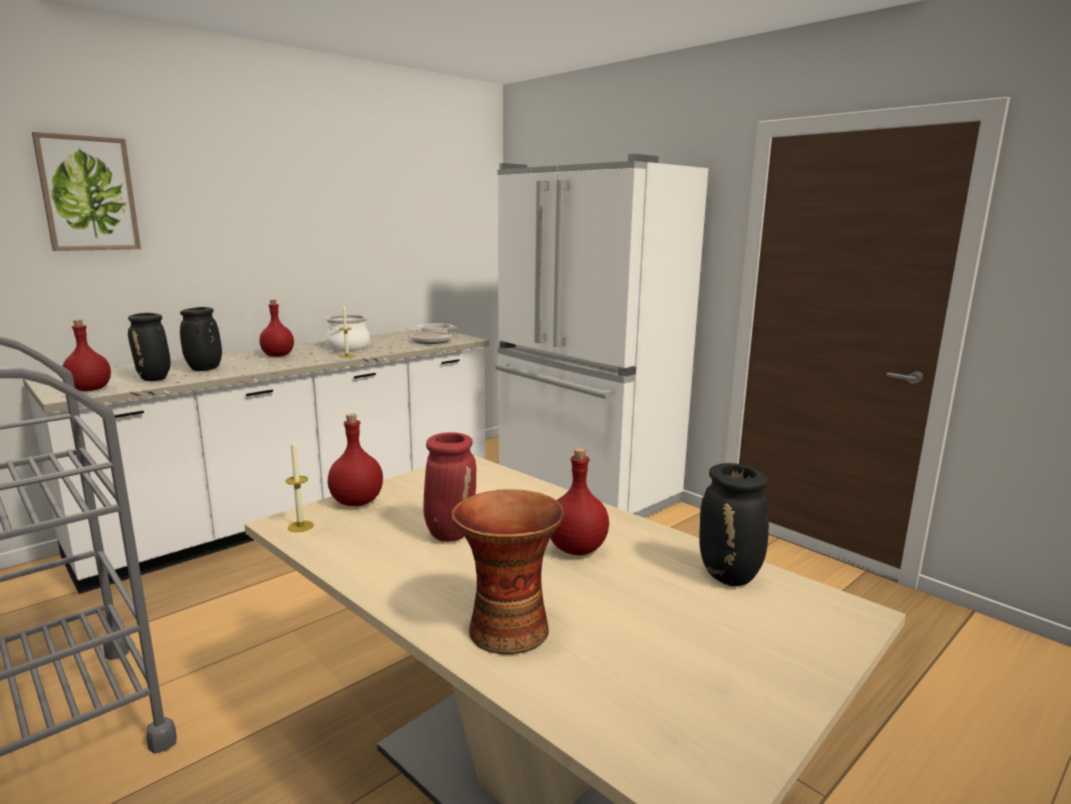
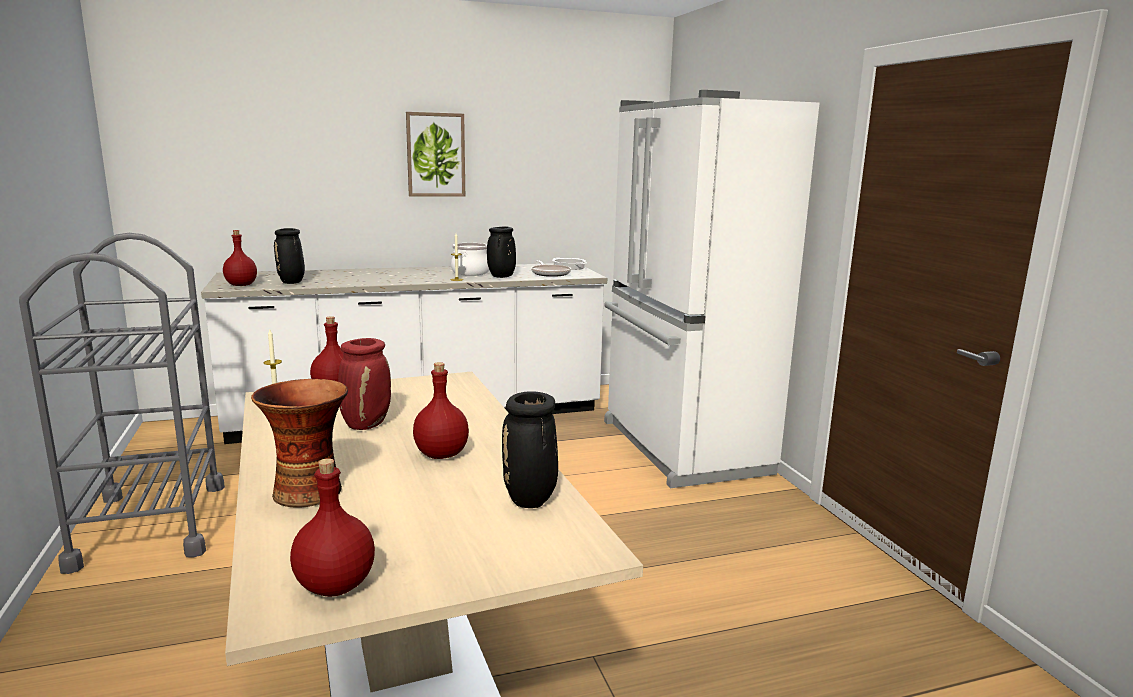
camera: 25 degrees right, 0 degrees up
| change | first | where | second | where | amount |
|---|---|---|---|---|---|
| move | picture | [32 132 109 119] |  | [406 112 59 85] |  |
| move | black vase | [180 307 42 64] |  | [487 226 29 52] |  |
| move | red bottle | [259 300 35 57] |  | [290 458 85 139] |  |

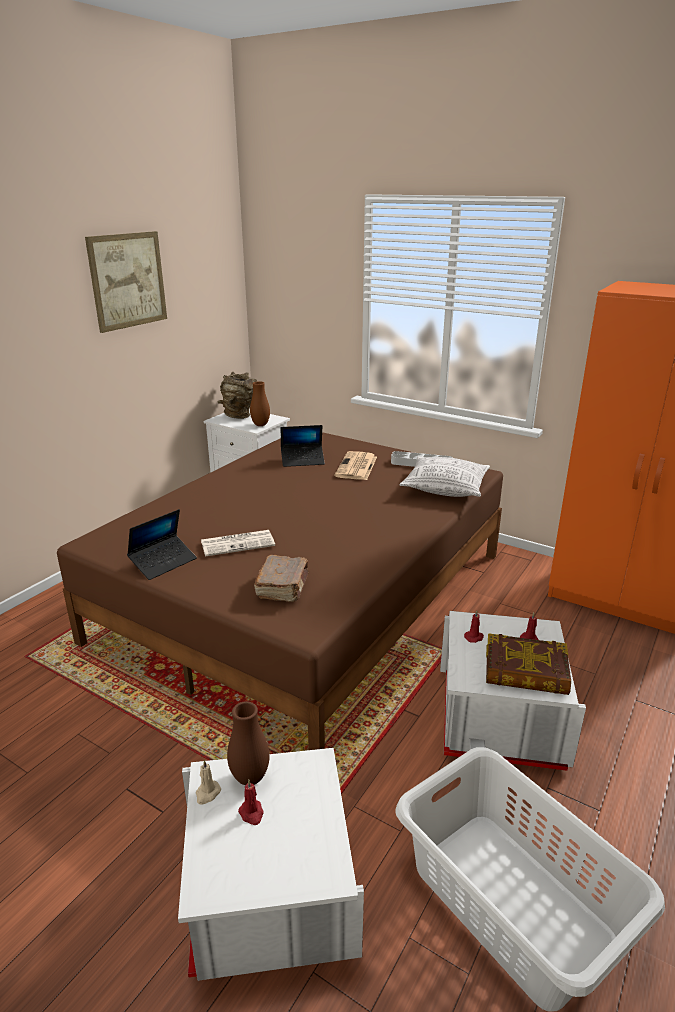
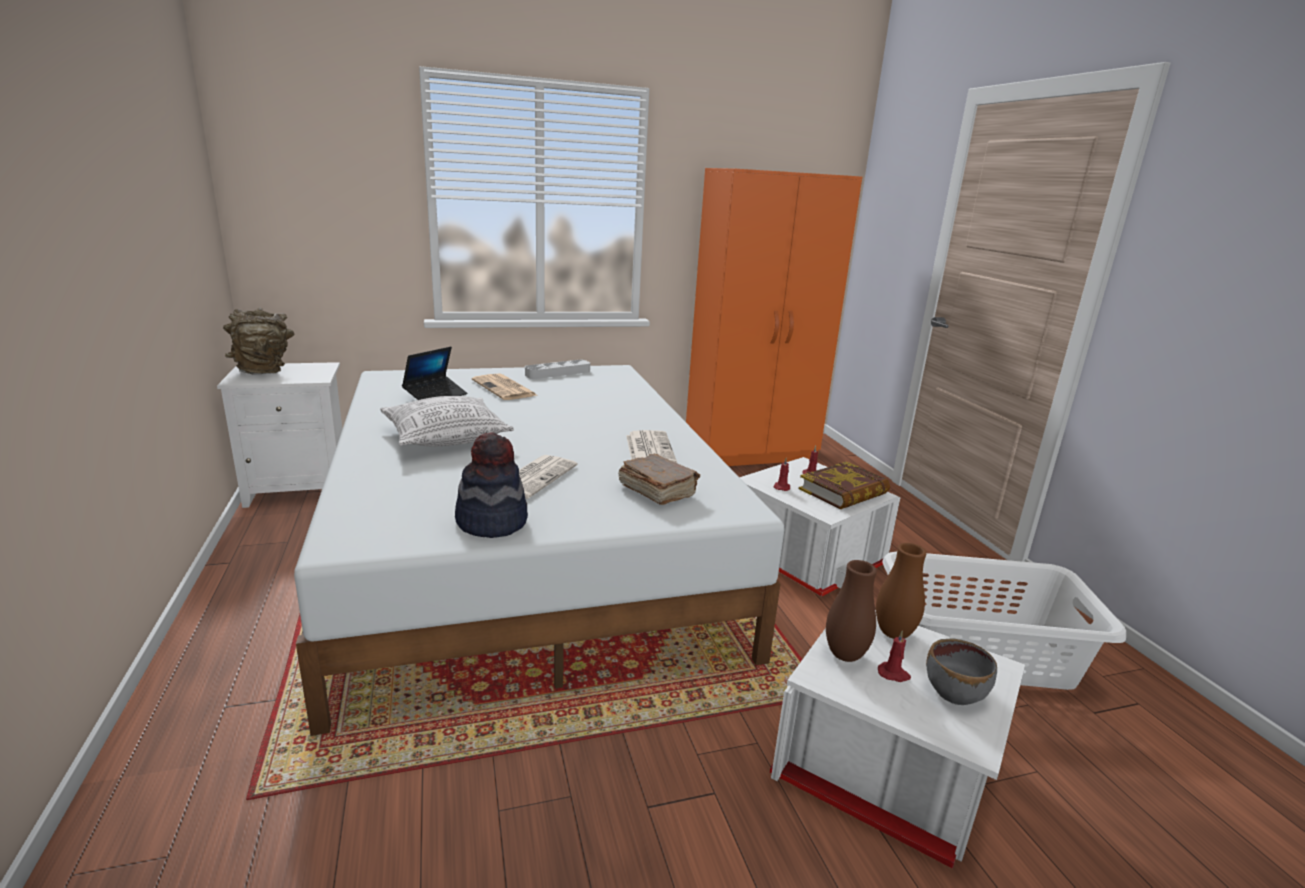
camera: 50 degrees left, 5 degrees down
| change | first | where | second | where | amount |
|---|---|---|---|---|---|
| recolor | brown bed | [57 432 446 318] | white bed | [294 365 491 371] |  |
| delete | picture | [85 231 82 102] |  |  |  |
| replace | laptop | [127 509 70 71] | hat | [455 432 73 106] |  |
| delete | beige candle | [196 760 25 45] |  |  |  |
| move | brown vase | [250 381 20 45] |  | [876 543 51 96] |  |
| move | pillow | [400 456 90 41] |  | [380 396 134 50] |  |
| insert |  |  | newspaper | [626 430 51 33] |  |
| insert |  |  | grey bowl | [926 638 71 67] |  |

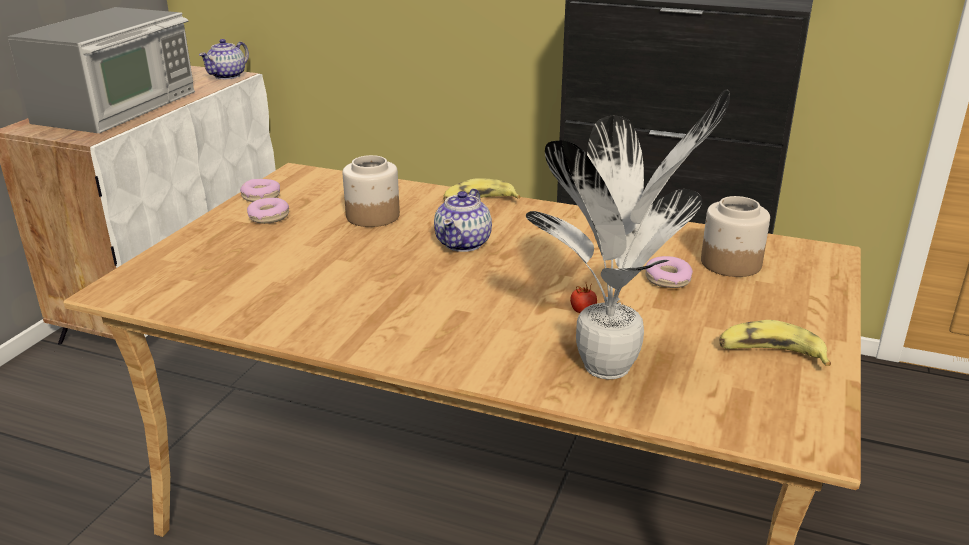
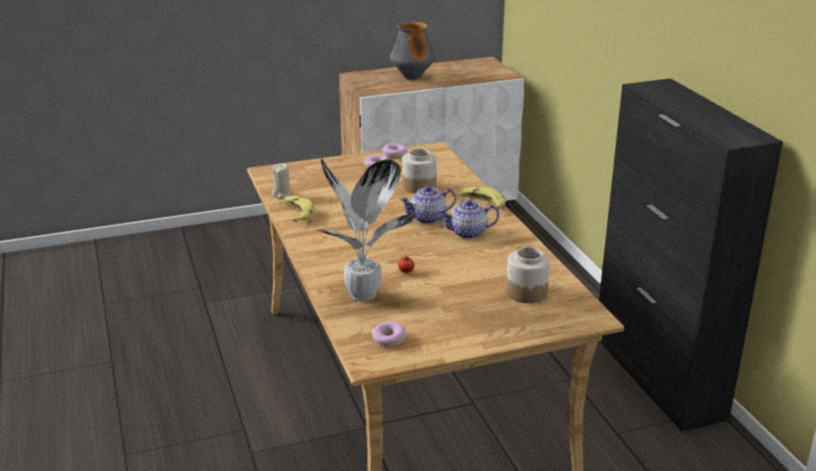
camera: 50 degrees right, 0 degrees up
| change | first | where | second | where | amount |
|---|---|---|---|---|---|
| replace | microwave | [8 7 187 126] | vase | [390 21 45 59] |  |
| move | teapot | [199 39 50 40] |  | [438 200 61 39] |  |
| move | donut | [645 256 48 32] |  | [372 322 34 25] |  |
| move | banana | [719 320 112 46] |  | [283 196 31 26] |  |
| insert |  |  | beige candle | [272 163 20 35] |  |

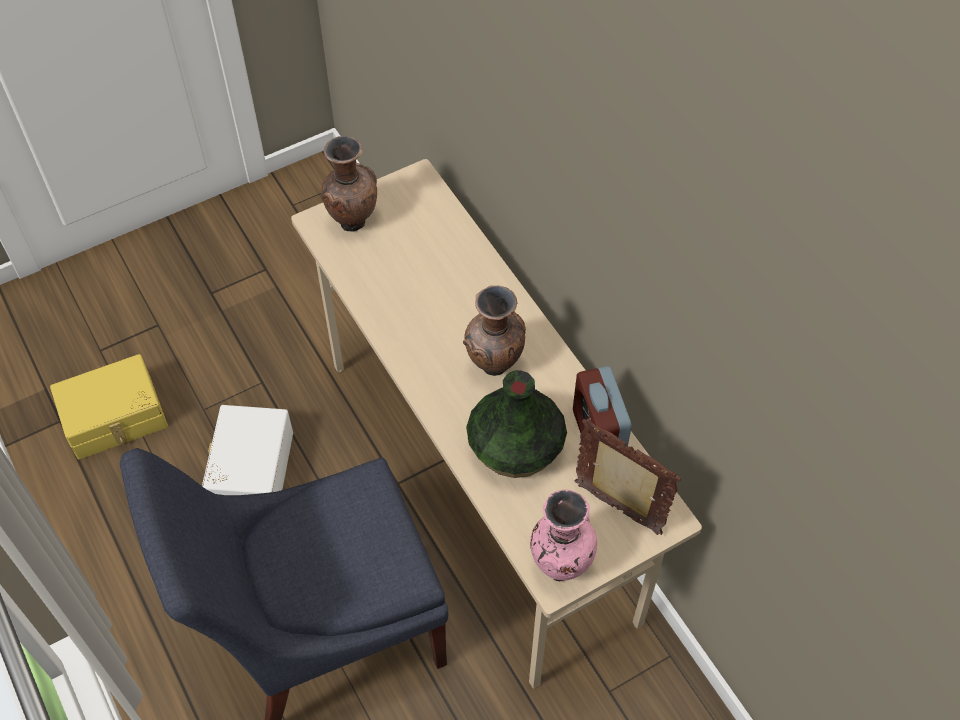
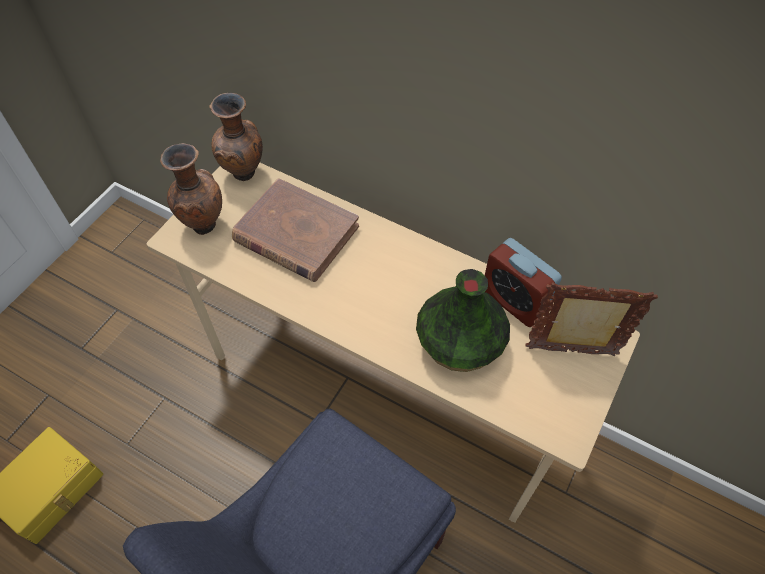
camera: 30 degrees left, 0 degrees up
| change | first | where | second | where | amount |
|---|---|---|---|---|---|
| delete | white storage box | [202 405 91 90] |  |  |  |
| move | brown vase | [463 285 63 91] |  | [209 93 54 88] |  |
| delete | pink vase | [530 490 67 91] |  |  |  |
| insert |  |  | brown book | [232 178 127 104] |  |

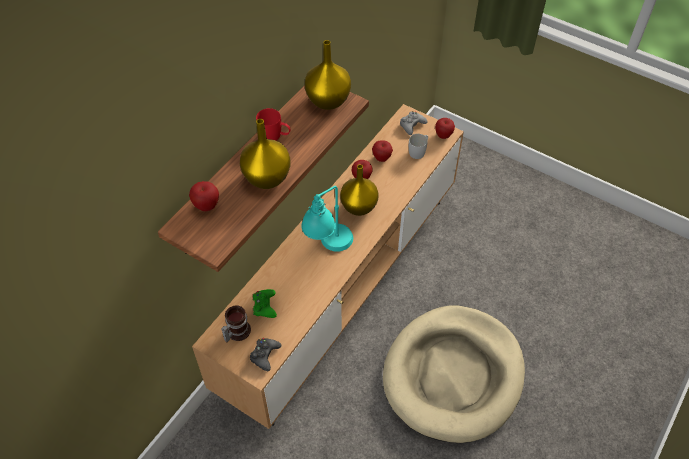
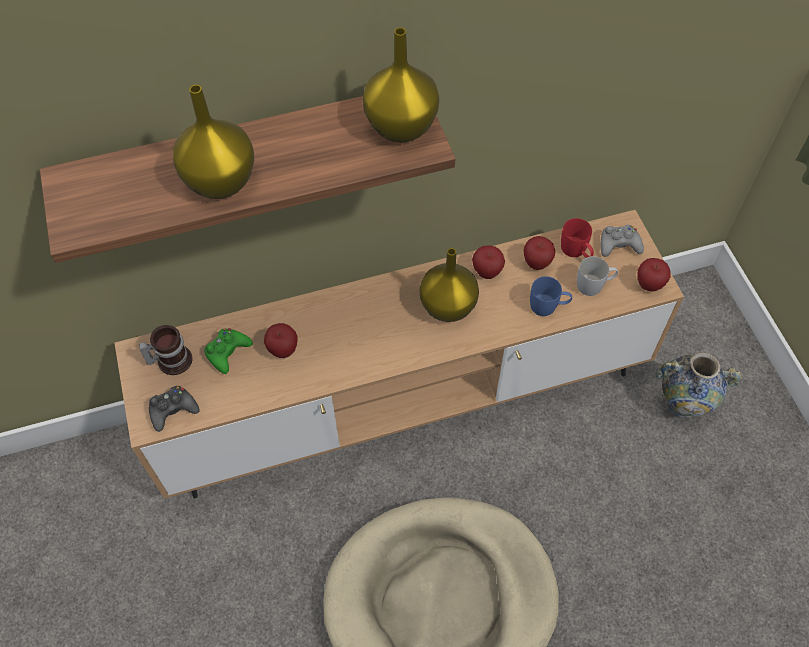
camera: 40 degrees right, 5 degrees up
| change | first | where | second | where | amount |
|---|---|---|---|---|---|
| move | apple | [189 181 30 30] |  | [264 323 34 35] |  |
| move | red mug | [256 108 35 33] |  | [561 218 33 40] |  |
| delete | turquoise table lamp | [302 186 51 66] |  |  |  |
| insert |  |  | blue mug | [530 276 42 40] |  |
| insert |  |  | vase | [656 352 86 66] |  |

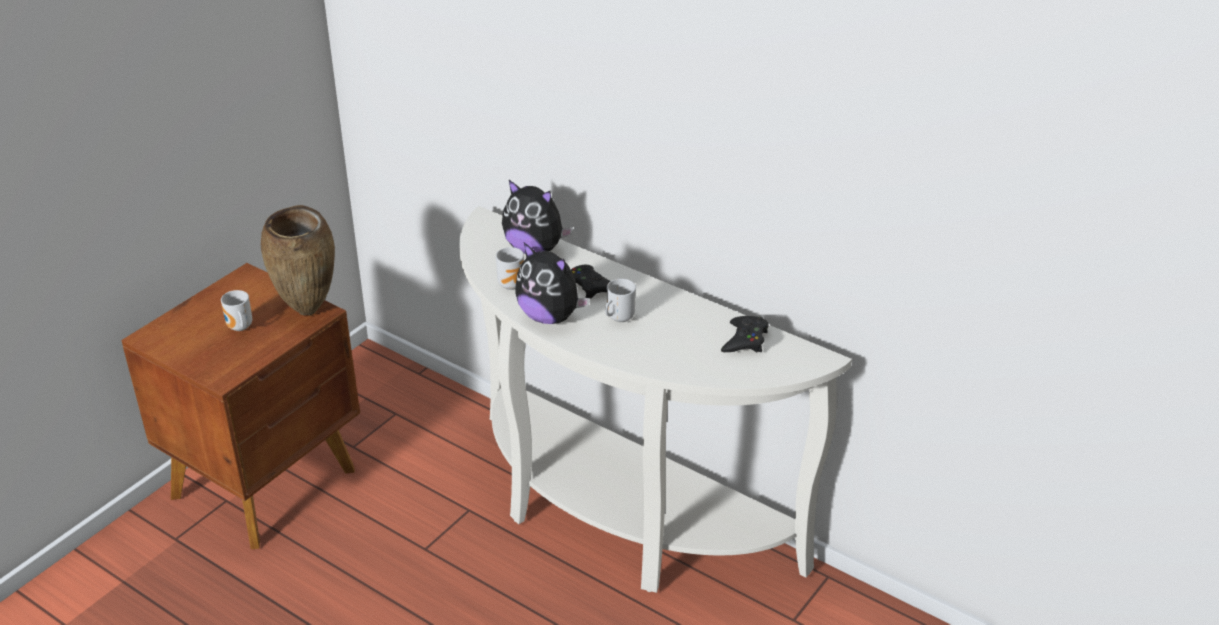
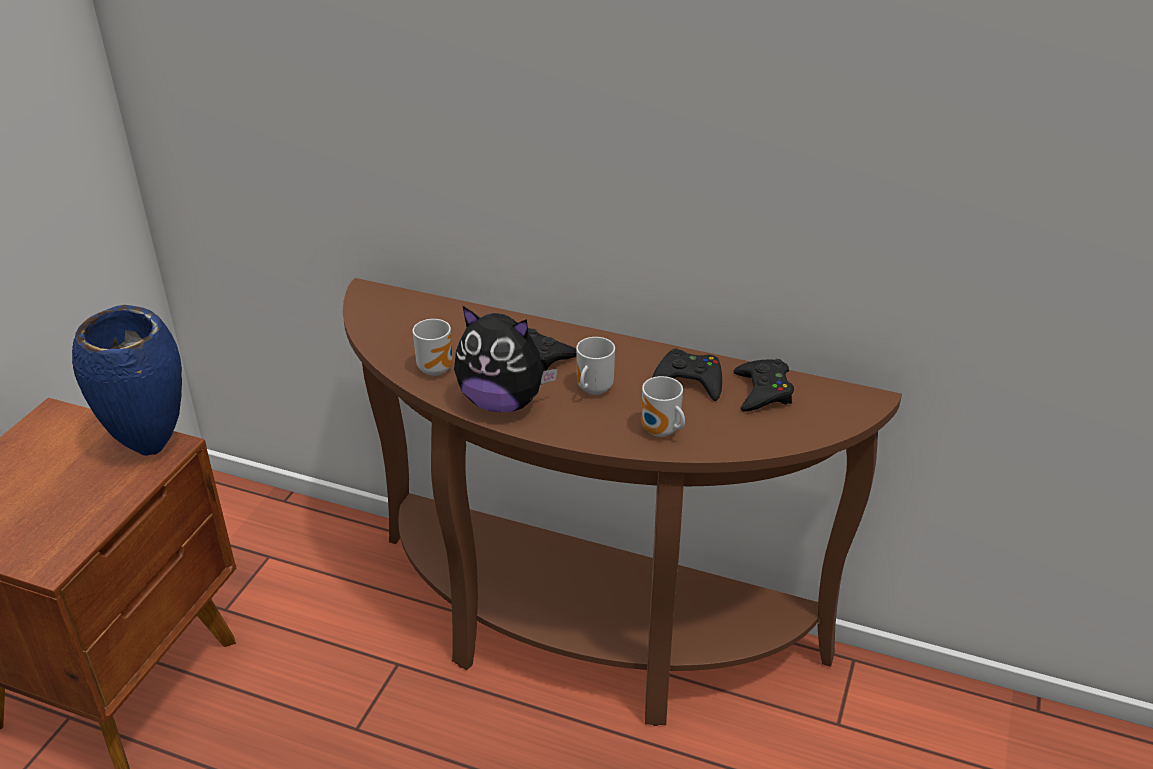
camera: 15 degrees left, 0 degrees up
| change | first | where | second | where | amount |
|---|---|---|---|---|---|
| move | mug | [221 290 31 41] |  | [642 376 43 61] |  |
| recolor | brown vase | [261 205 74 111] | blue vase | [72 305 110 151] |  |
| recolor | white console table | [459 206 393 387] | brown console table | [343 278 559 448] |  |
| delete | plush toy | [502 180 71 74] |  |  |  |
| insert |  |  | black game controller | [652 349 70 52] |  |

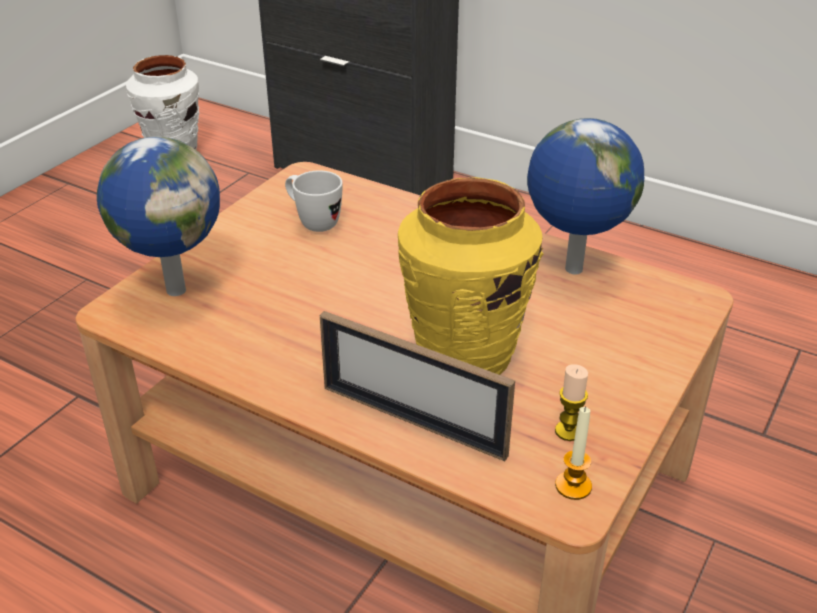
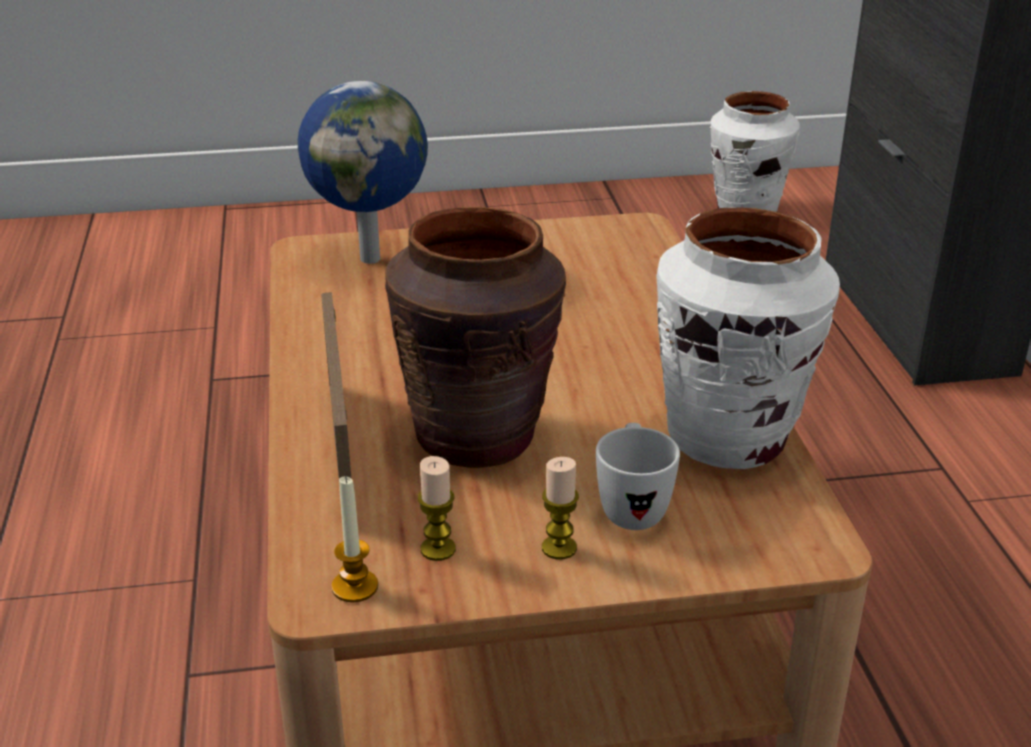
camera: 50 degrees right, 5 degrees down
| change | first | where | second | where | amount |
|---|---|---|---|---|---|
| move | white mug | [285 170 58 62] |  | [596 423 84 107] |  |
| recolor | yellow vase | [398 177 145 198] | brown vase | [385 207 181 261] |  |
| replace | globe | [527 118 117 157] | white vase | [656 207 184 262] |  |
| insert |  |  | candle | [542 457 37 103] |  |

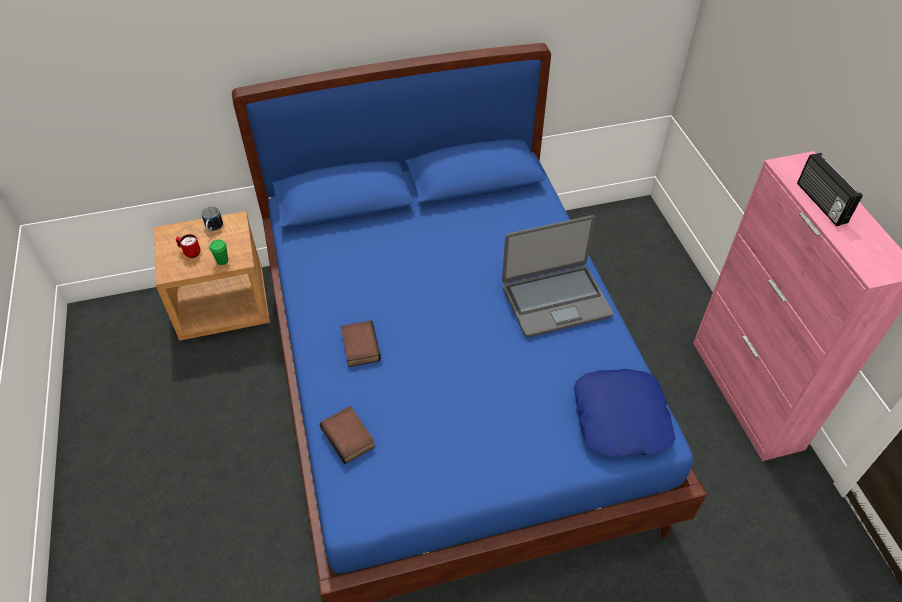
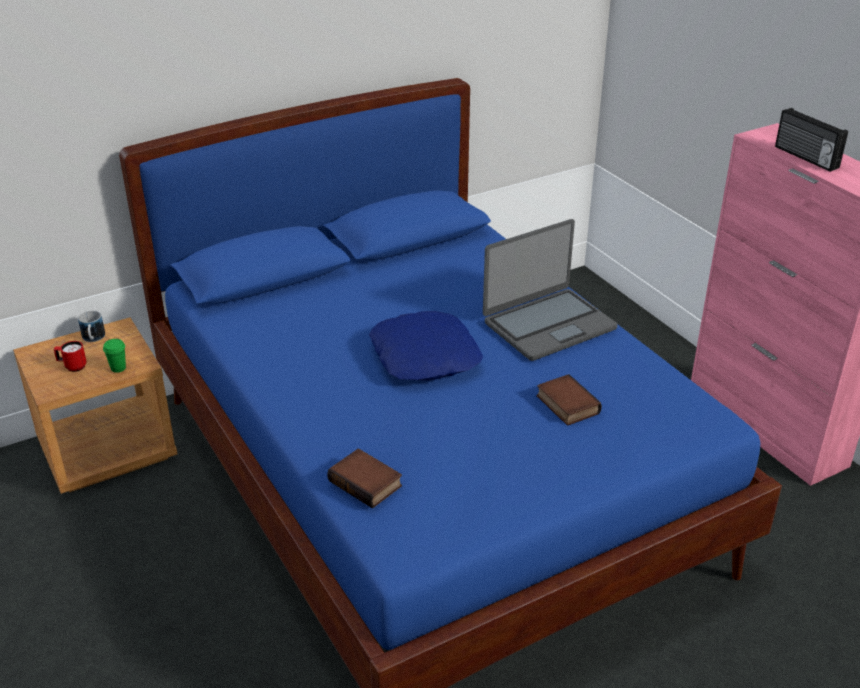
camera: 15 degrees left, 15 degrees down
| change | first | where | second | where | amount |
|---|---|---|---|---|---|
| move | book | [341 320 40 47] |  | [537 374 65 52] |  |
| move | blue pillow | [574 369 101 87] |  | [369 311 114 70] |  |

